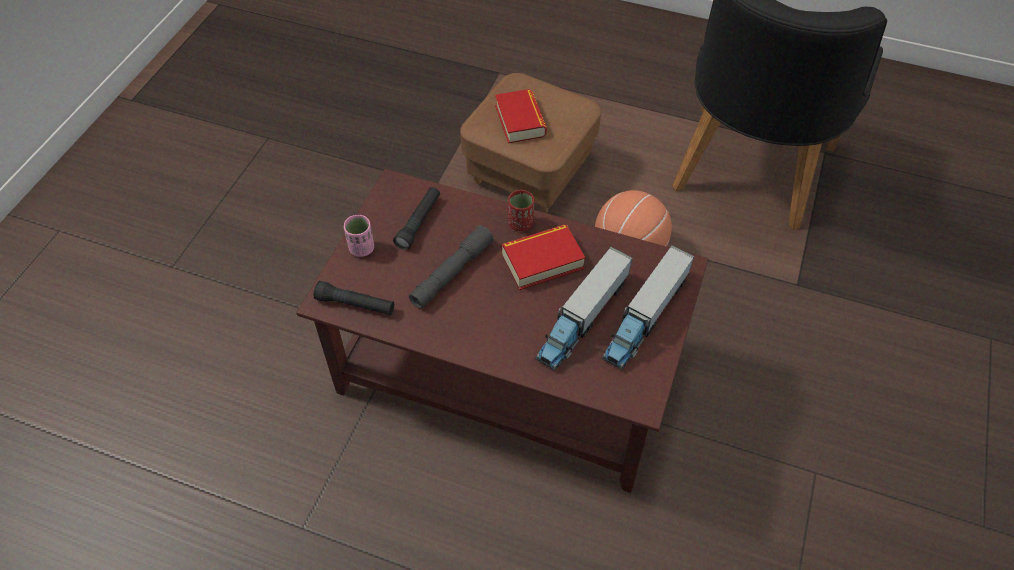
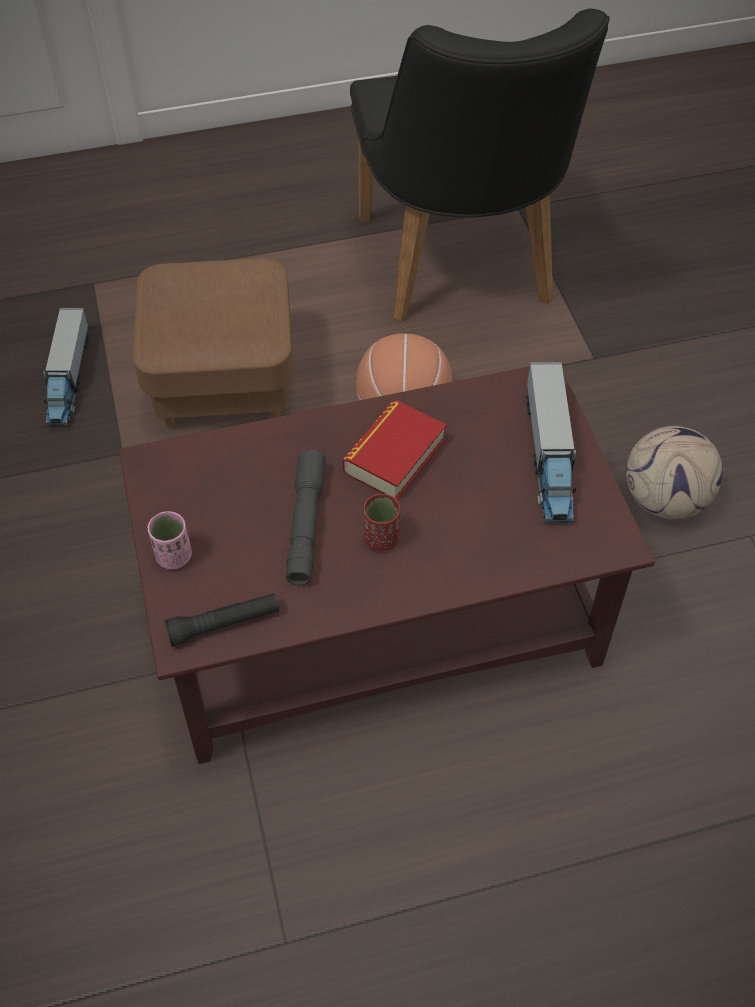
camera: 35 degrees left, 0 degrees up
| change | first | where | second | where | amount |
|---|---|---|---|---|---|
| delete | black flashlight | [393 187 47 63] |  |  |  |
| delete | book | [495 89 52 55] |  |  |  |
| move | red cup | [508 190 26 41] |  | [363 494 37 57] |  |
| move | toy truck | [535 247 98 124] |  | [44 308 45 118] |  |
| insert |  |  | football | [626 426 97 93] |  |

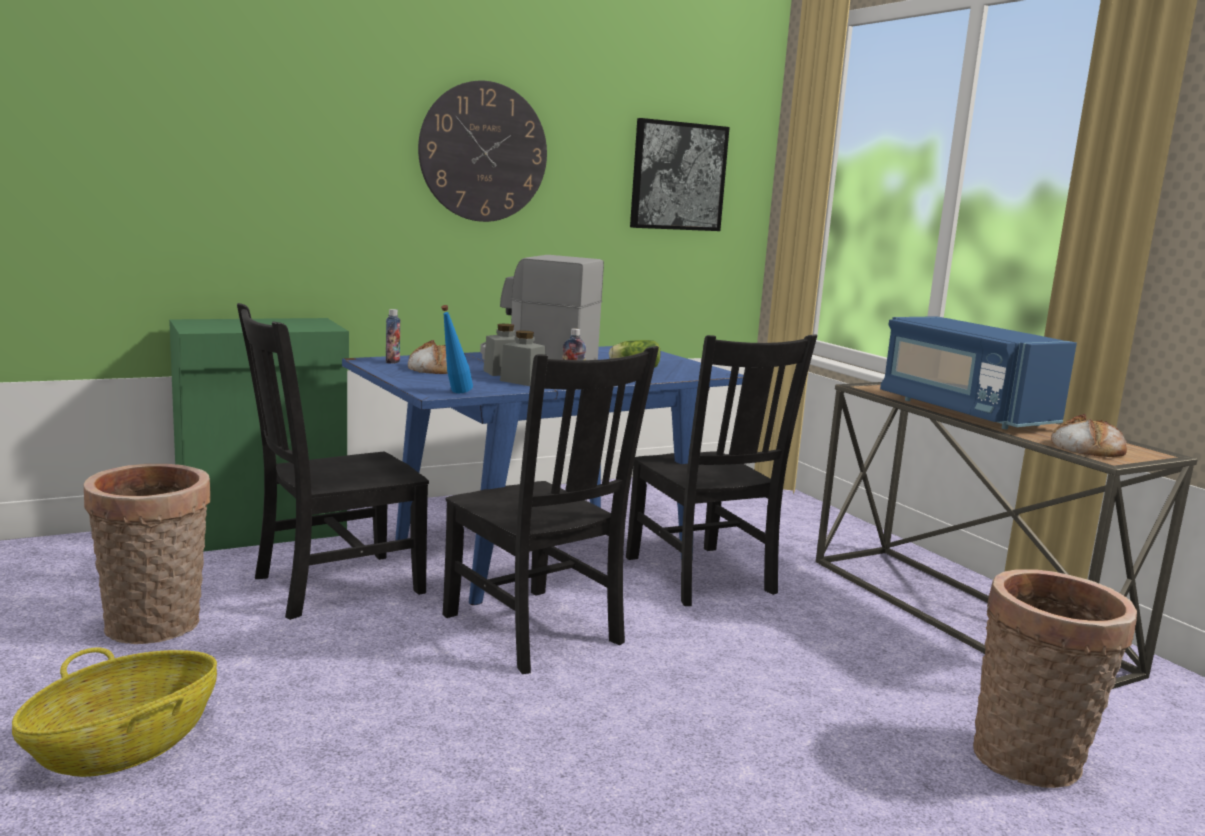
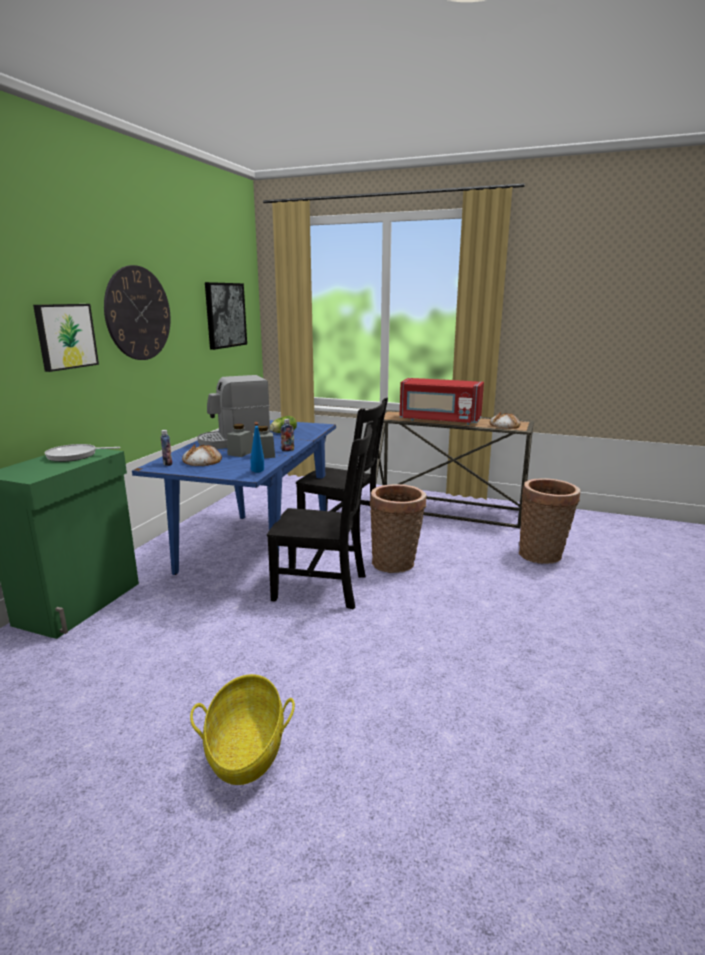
camera: 40 degrees left, 5 degrees up
| change | first | where | second | where | amount |
|---|---|---|---|---|---|
| move | basket | [84 464 126 180] |  | [370 484 56 89] |  |
| delete | black chair | [237 303 192 317] |  |  |  |
| recolor | blue microwave | [880 316 197 113] | red microwave | [400 378 84 47] |  |
| insert |  |  | picture | [33 304 66 68] |  |
| insert |  |  | frying pan | [45 444 75 18] |  |

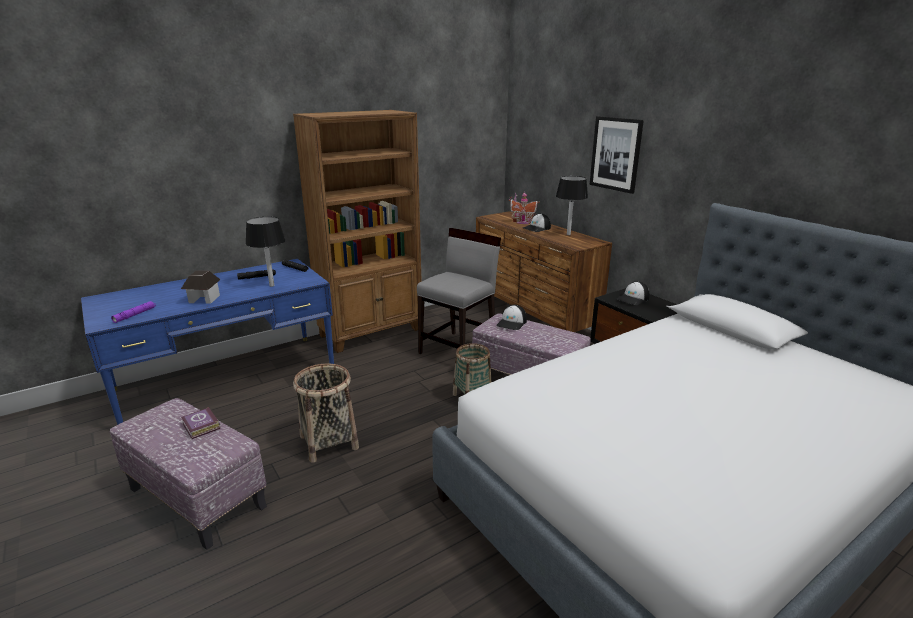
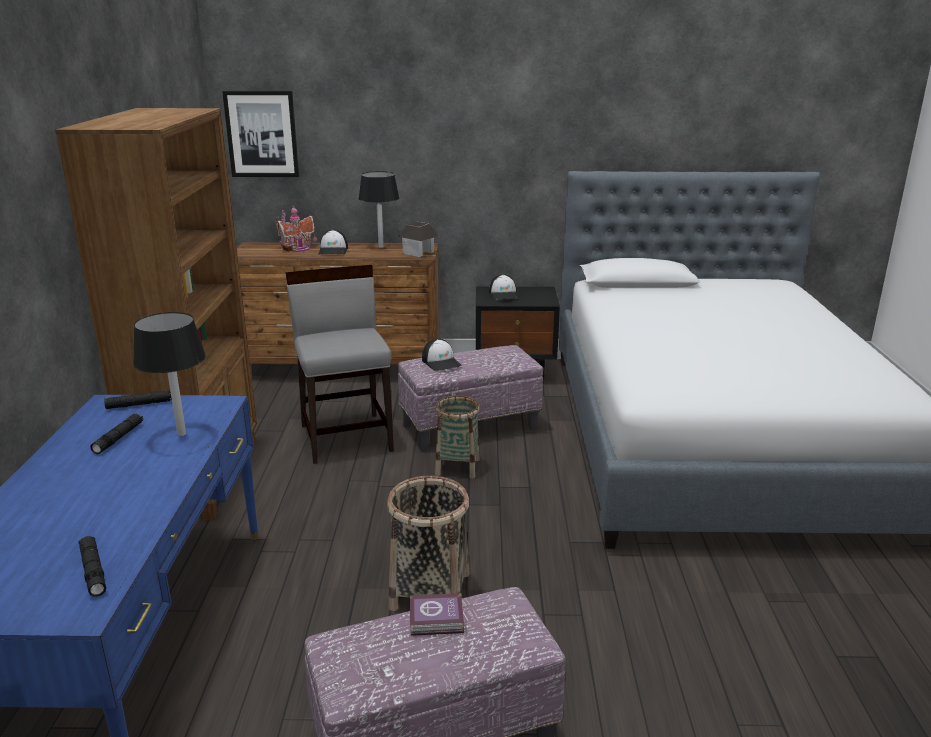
camera: 55 degrees left, 0 degrees up
| change | first | where | second | where | amount |
|---|---|---|---|---|---|
| recolor | purple flashlight | [111 301 45 22] | black flashlight | [79 536 27 61] |  |
| move | toy house | [181 271 40 33] |  | [398 222 41 35] |  |
| move | picture | [589 116 55 78] |  | [222 91 77 86] |  |

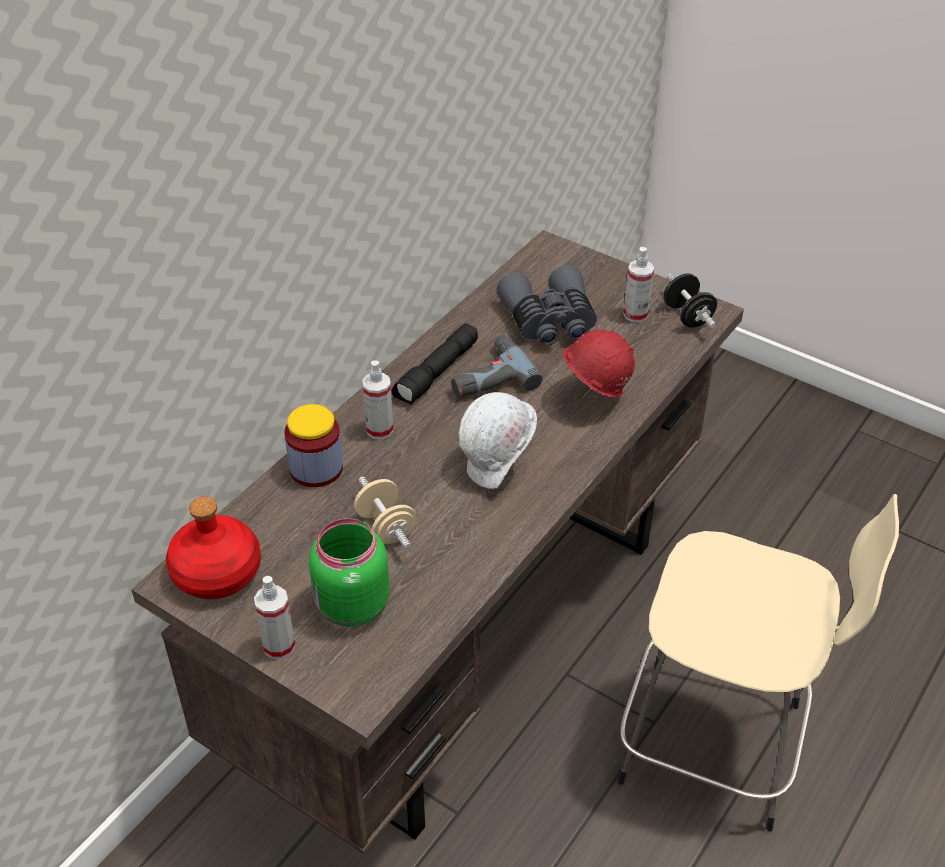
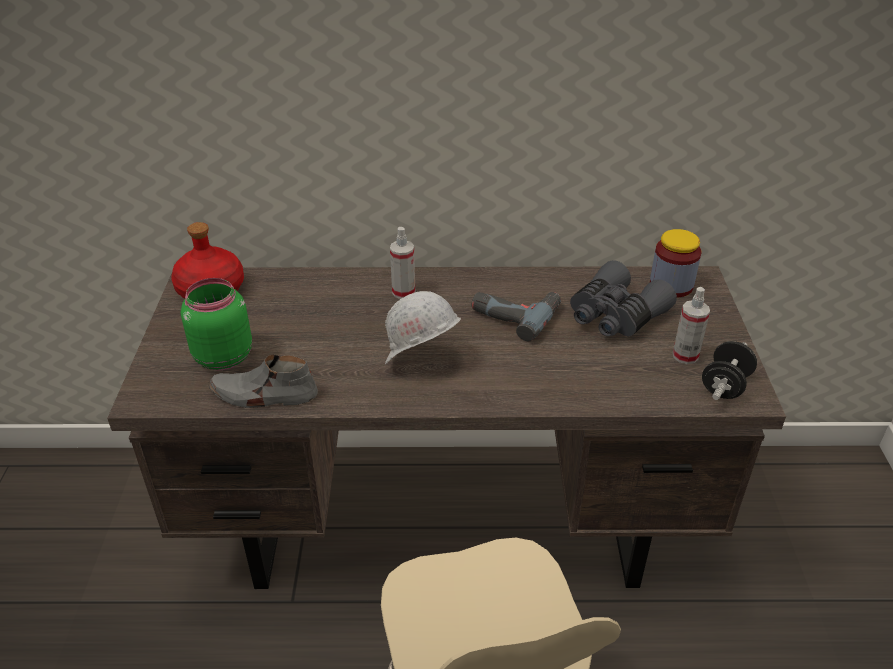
camera: 55 degrees right, 5 degrees down
| change | first | where | second | where | amount |
|---|---|---|---|---|---|
| delete | spray bottle | [254 576 42 83] |  |  |  |
| move | jar | [284 404 59 83] |  | [650 229 52 68] |  |
| delete | beige dumbbell | [354 477 62 72] |  |  |  |
| delete | black flashlight | [391 323 87 82] |  |  |  |
| delete | red hard hat | [562 330 73 67] |  |  |  |
| insert |  |  | grey shoe | [209 354 109 54] |  |

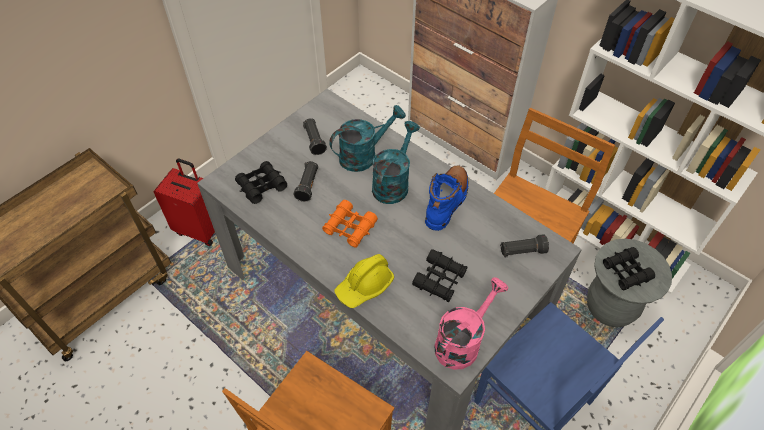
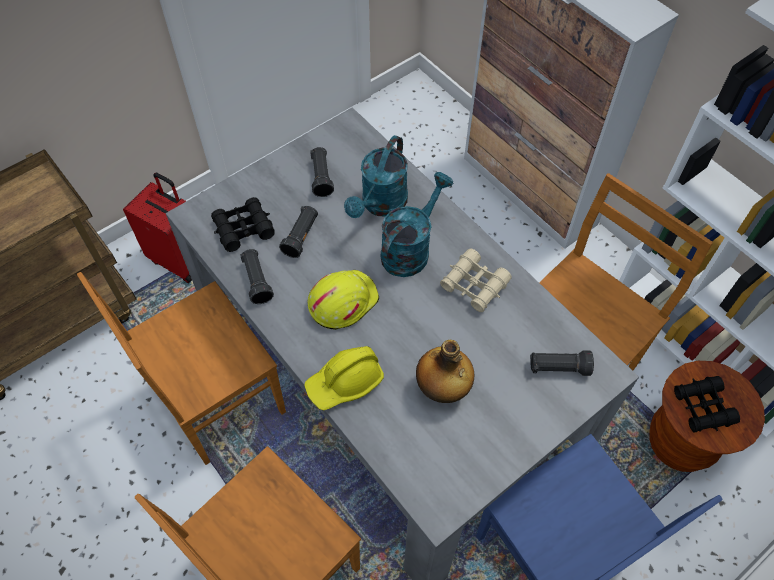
camera: 10 degrees right, 5 degrees up
| change | first | where | second | where | amount |
|---|---|---|---|---|---|
| replace | orange binoculars | [322 200 56 48] | yellow hard hat | [308 270 71 60] |  |
| rotate | turquoise watering can | [329 105 77 67] |  | [344 135 64 83] | 135 degrees clockwise |
| replace | black binoculars | [412 249 55 53] | bottle | [416 340 58 63] |  |
| replace | blue boot | [425 165 44 66] | beige binoculars | [440 248 72 64] |  |
| delete | pink watering can | [434 277 74 93] |  |  |  |
| recolor | grey stool | [587 238 85 89] | brown stool | [649 361 116 111] |  |
| insert |  |  | brown chair | [77 272 209 193] |  |
| insert |  |  | black flashlight | [240 249 34 55] |  |

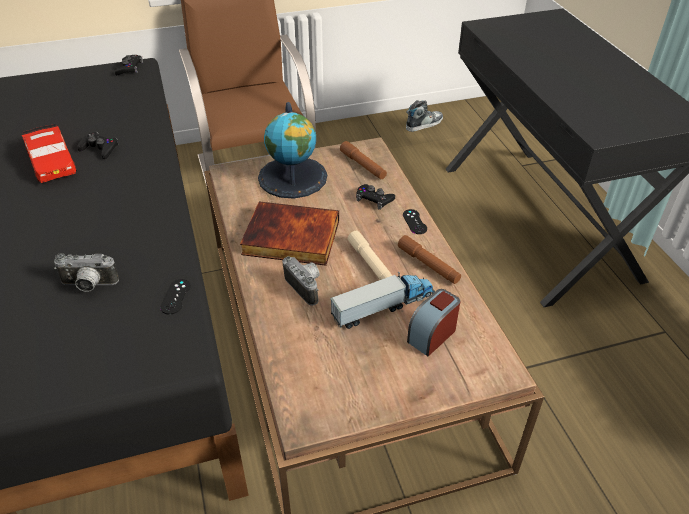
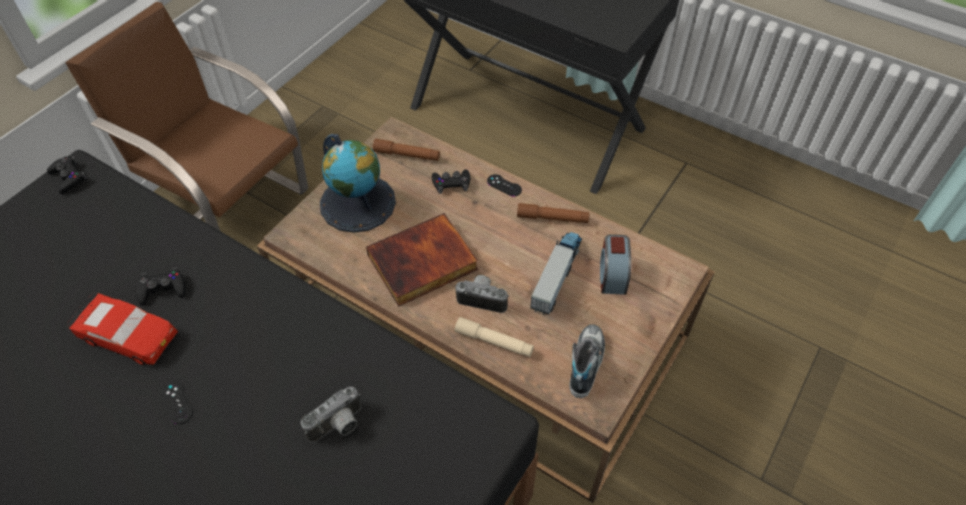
camera: 40 degrees left, 10 degrees up
| change | first | where | second | where | amount |
|---|---|---|---|---|---|
| move | black game controller | [160 279 31 36] |  | [161 381 32 43] |  |
| move | beige flashlight | [348 231 44 49] |  | [455 317 79 40] |  |
| move | shoe | [406 100 37 32] |  | [569 324 36 74] |  |

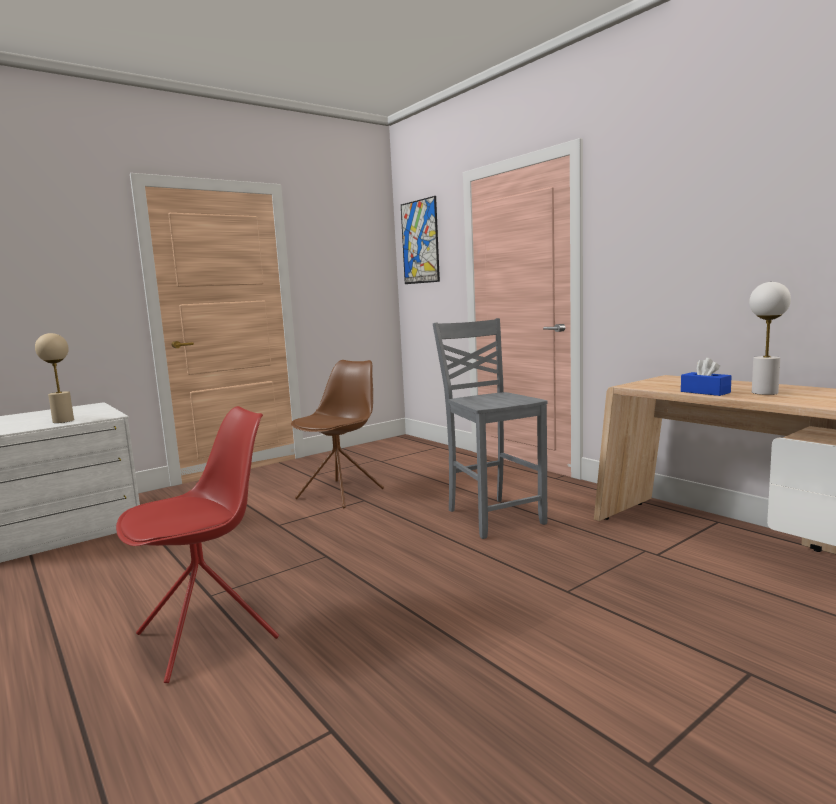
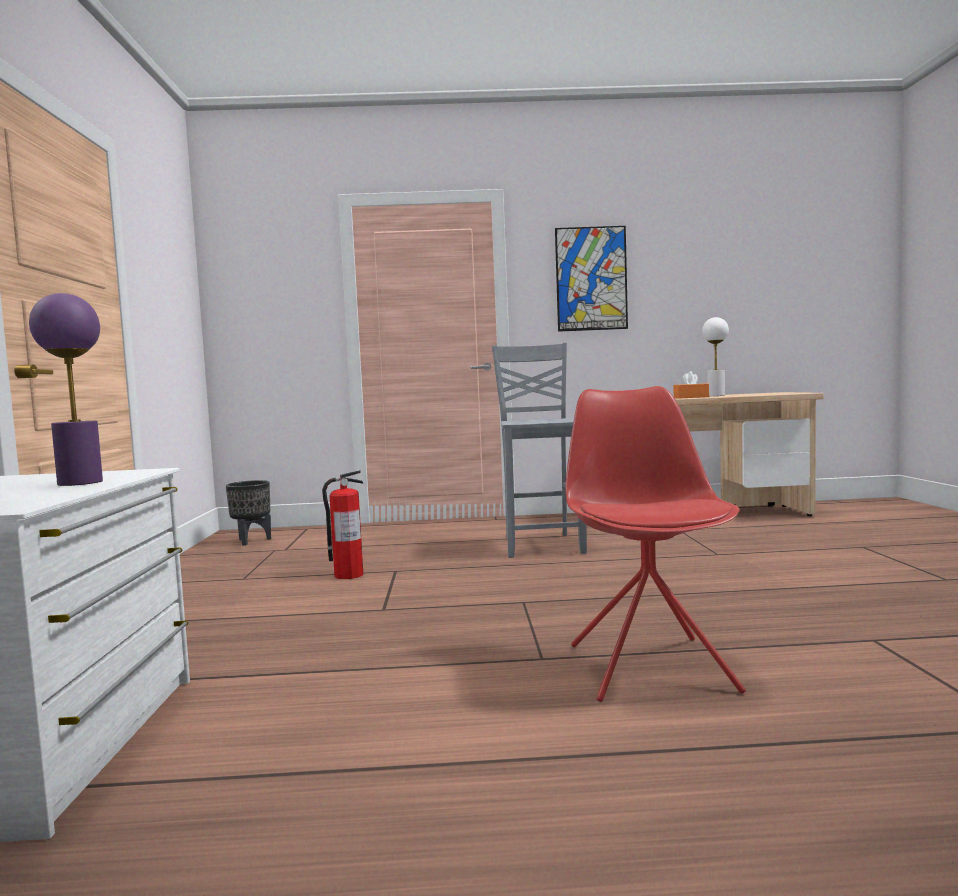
camera: 55 degrees left, 5 degrees down
| change | first | where | second | where | amount |
|---|---|---|---|---|---|
| recolor | beige table lamp | [35 333 39 90] | purple table lamp | [29 293 74 193] |  |
| replace | brown chair | [291 360 93 148] | fire extinguisher | [322 470 41 109] |  |
| move | picture | [401 196 39 88] |  | [555 226 73 106] |  |
| rotate | grey chair | [433 318 114 221] |  | [492 343 95 215] | 75 degrees clockwise |
| recolor | blue tissue box | [681 358 51 38] | orange tissue box | [673 371 36 27] |  |
| insert |  |  | black planter | [226 480 45 66] |  |

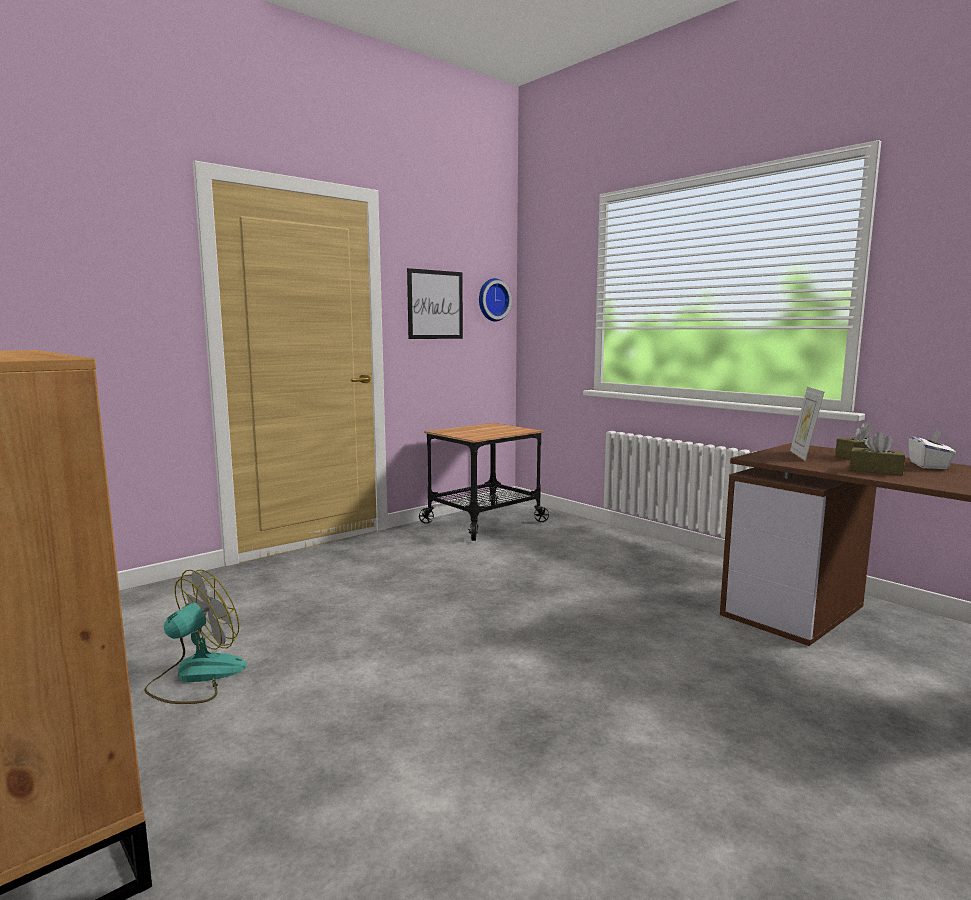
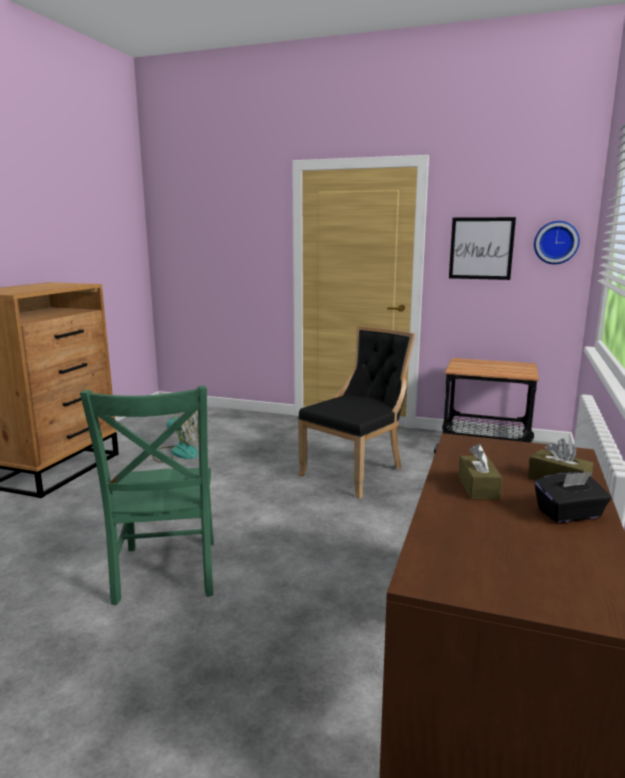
camera: 60 degrees right, 5 degrees up
| change | first | where | second | where | amount |
|---|---|---|---|---|---|
| delete | picture frame | [790 387 34 74] |  |  |  |
| recolor | white tissue box | [908 429 48 40] | black tissue box | [535 472 76 51] |  |
| insert |  |  | green chair | [80 386 134 219] |  |
| insert |  |  | black chair | [298 326 117 173] |  |

